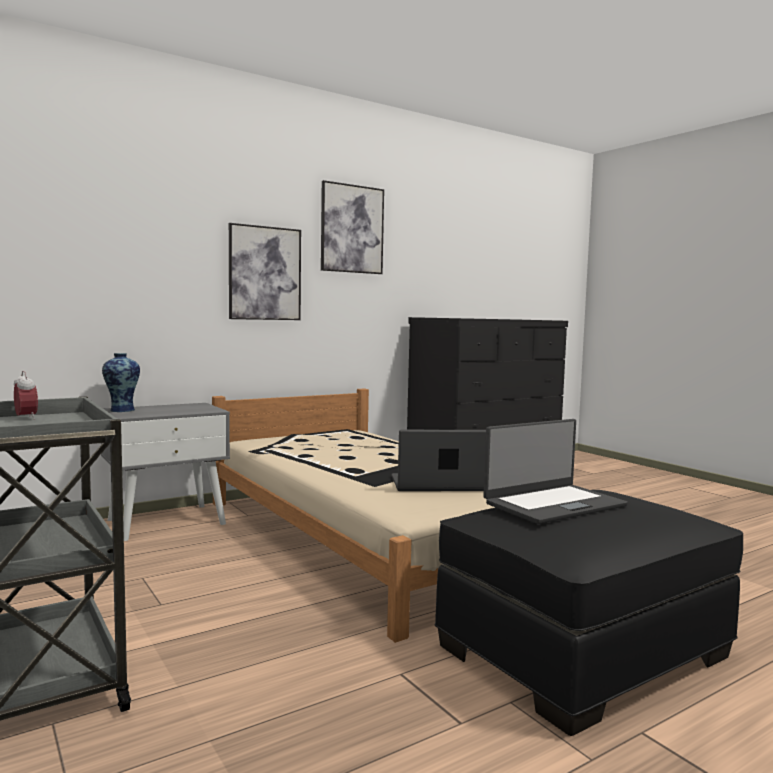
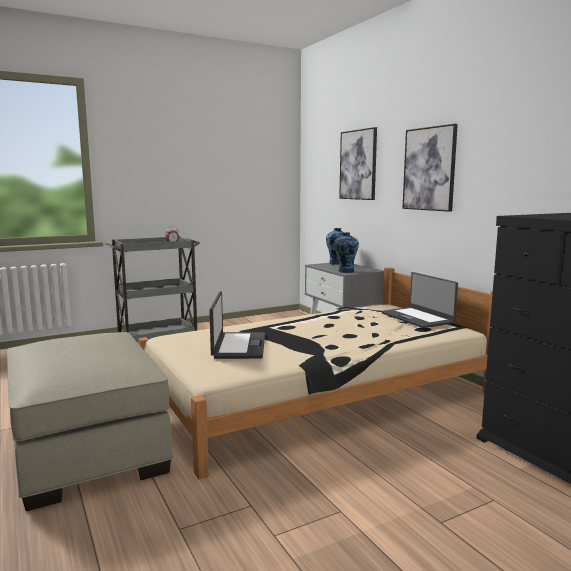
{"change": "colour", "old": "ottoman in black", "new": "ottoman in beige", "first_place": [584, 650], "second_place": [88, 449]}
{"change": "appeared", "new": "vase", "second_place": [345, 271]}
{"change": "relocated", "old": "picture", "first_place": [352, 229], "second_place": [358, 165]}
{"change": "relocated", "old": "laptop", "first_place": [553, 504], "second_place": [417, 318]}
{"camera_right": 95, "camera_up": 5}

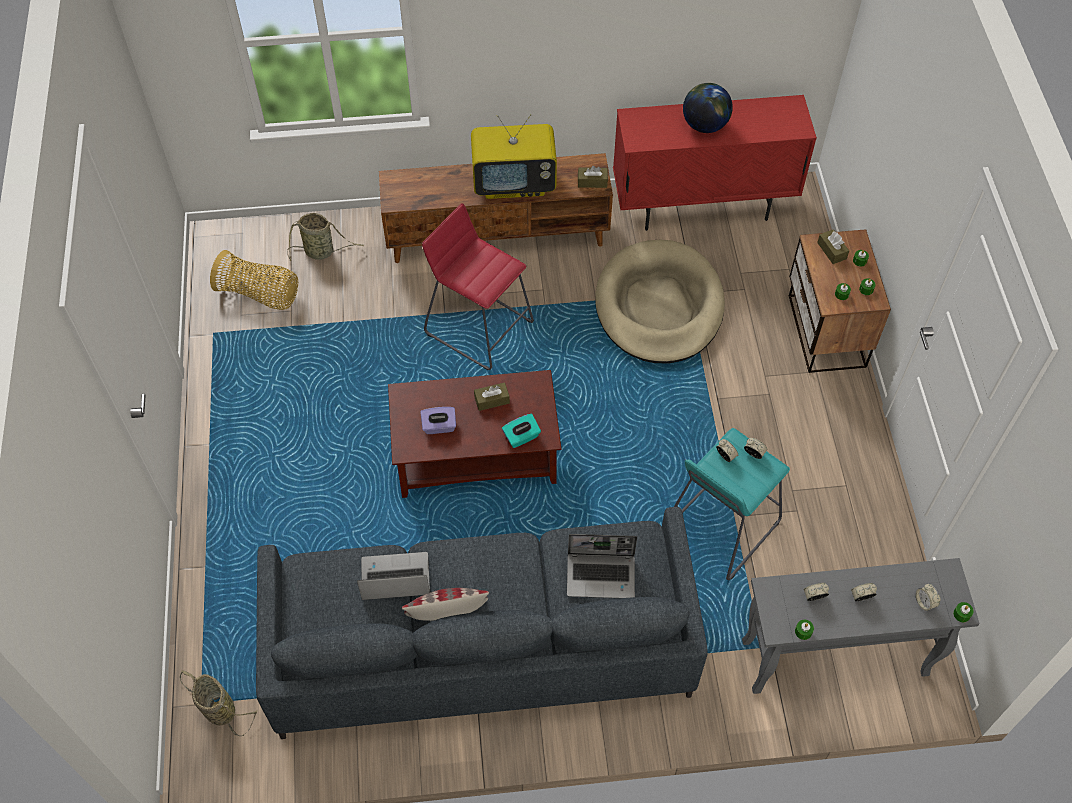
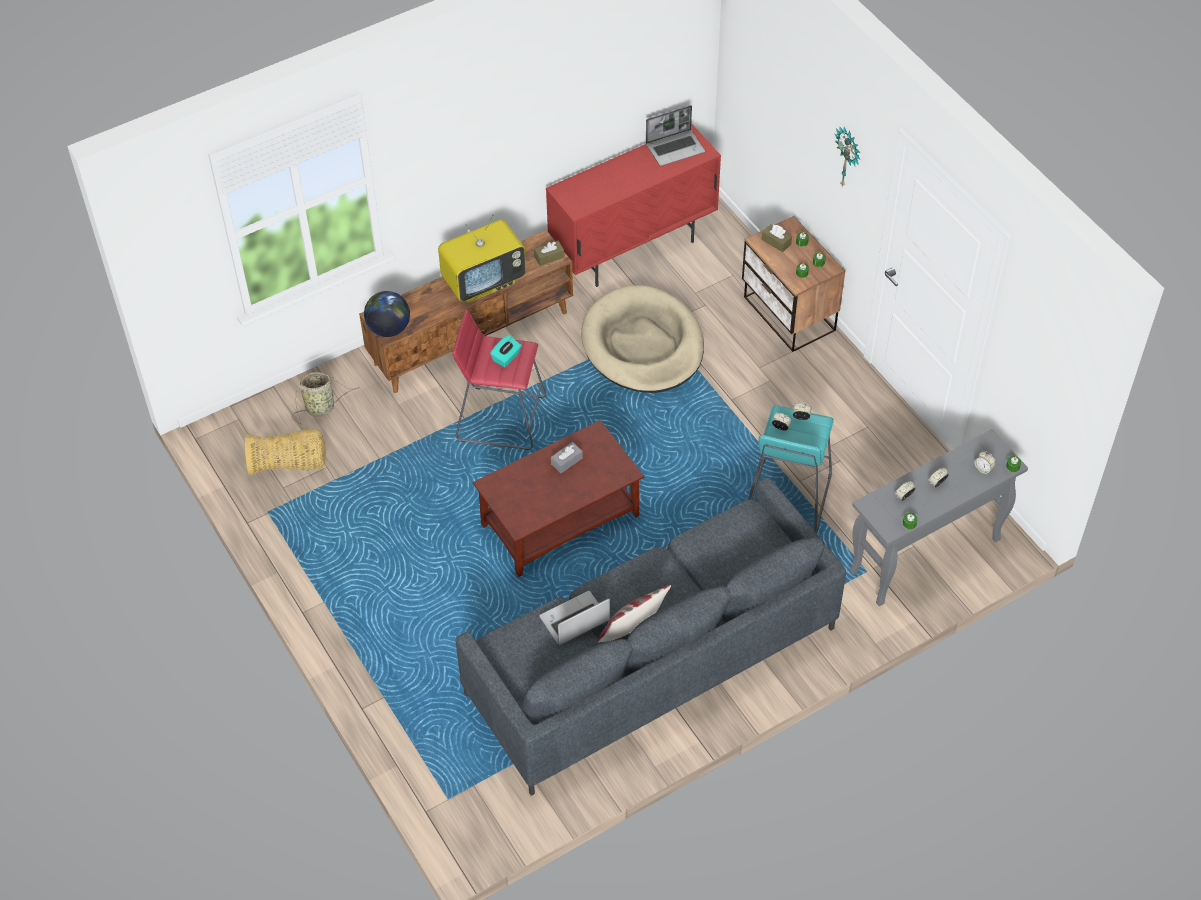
{"change": "relocated", "old": "globe", "first_place": [704, 125], "second_place": [389, 328]}
{"change": "relocated", "old": "tissue box in turquoise", "first_place": [521, 437], "second_place": [506, 357]}
{"change": "colour", "old": "tissue box in brown", "new": "tissue box in grey", "first_place": [492, 400], "second_place": [566, 461]}
{"change": "relocated", "old": "laptop", "first_place": [601, 575], "second_place": [675, 148]}
{"change": "appeared", "new": "wall clock", "second_place": [848, 158]}
{"change": "missing", "old": "basket", "first_place": [218, 708]}
{"change": "missing", "old": "tissue box in purple", "first_place": [439, 426]}
{"camera_right": -25, "camera_up": -5}

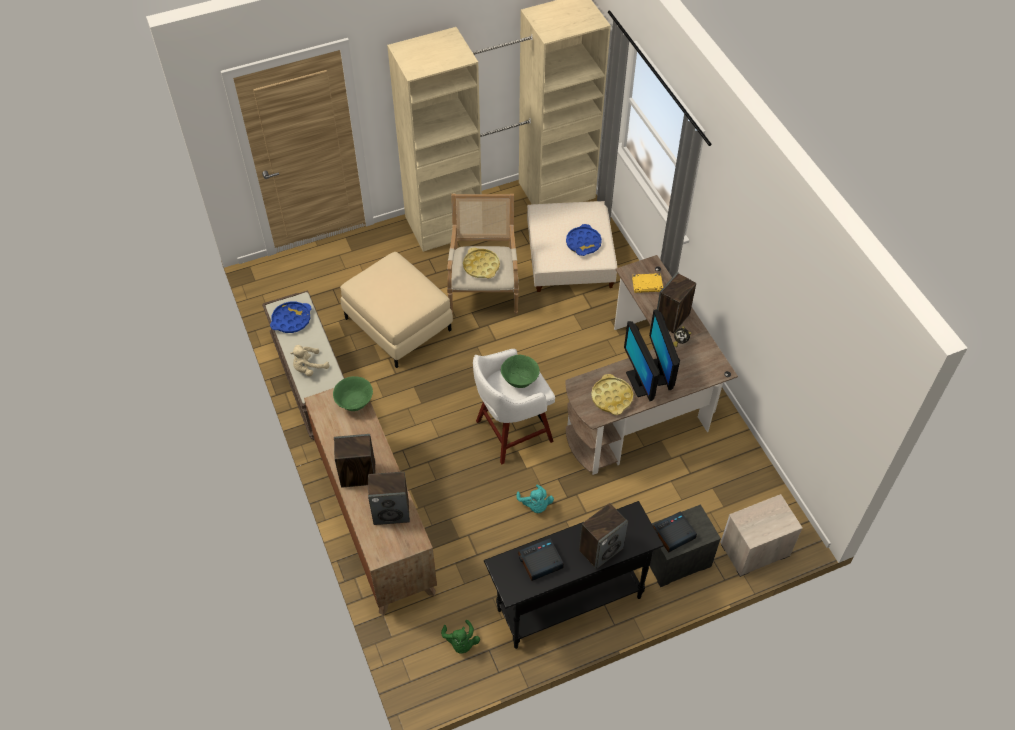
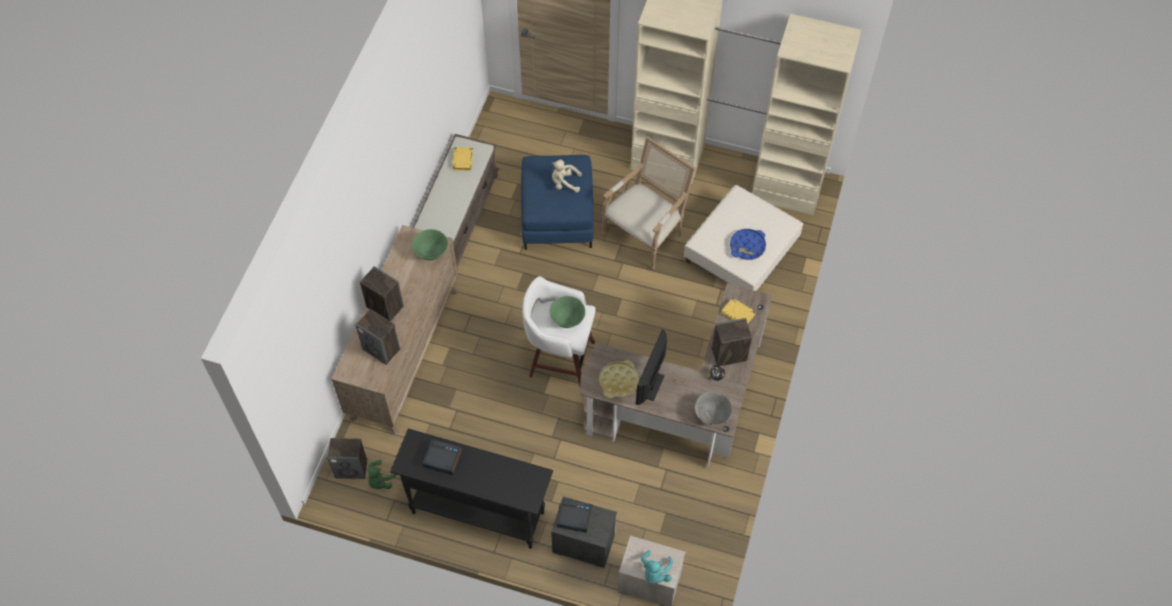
{"change": "relocated", "old": "speaker", "first_place": [601, 549], "second_place": [351, 468]}
{"change": "exchanged", "old": "tray in blue", "new": "book in yellow", "first_place": [291, 320], "second_place": [462, 160]}
{"change": "colour", "old": "ottoman in beige", "new": "ottoman in blue", "first_place": [398, 324], "second_place": [557, 216]}
{"change": "relocated", "old": "plush toy in beige", "first_place": [309, 368], "second_place": [564, 183]}
{"change": "relocated", "old": "plush toy in turquoise", "first_place": [535, 505], "second_place": [655, 573]}
{"change": "appeared", "new": "bowl in grey", "second_place": [712, 416]}
{"change": "missing", "old": "tray in yellow", "first_place": [481, 266]}
{"change": "missing", "old": "monitor", "first_place": [661, 371]}
{"camera_right": 40, "camera_up": 5}

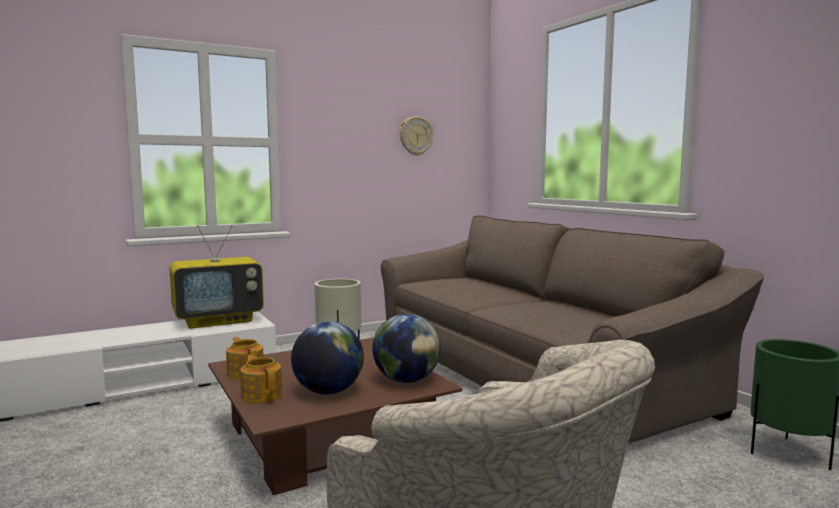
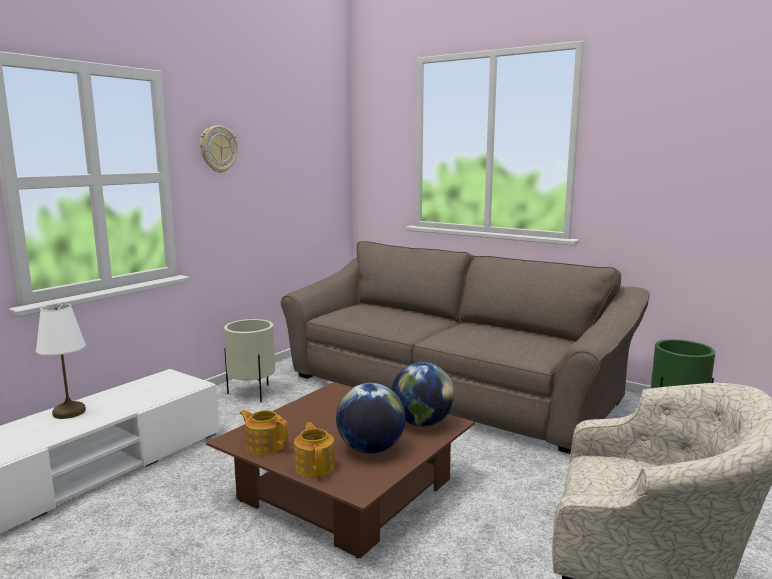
{"change": "appeared", "new": "table lamp in white", "second_place": [70, 412]}
{"change": "relocated", "old": "wall clock", "first_place": [415, 136], "second_place": [218, 149]}
{"change": "spun", "old": "teapot", "first_place": [262, 395], "second_place": [315, 466], "degrees": 45}
{"change": "missing", "old": "television", "first_place": [219, 320]}
{"camera_right": -25, "camera_up": 5}

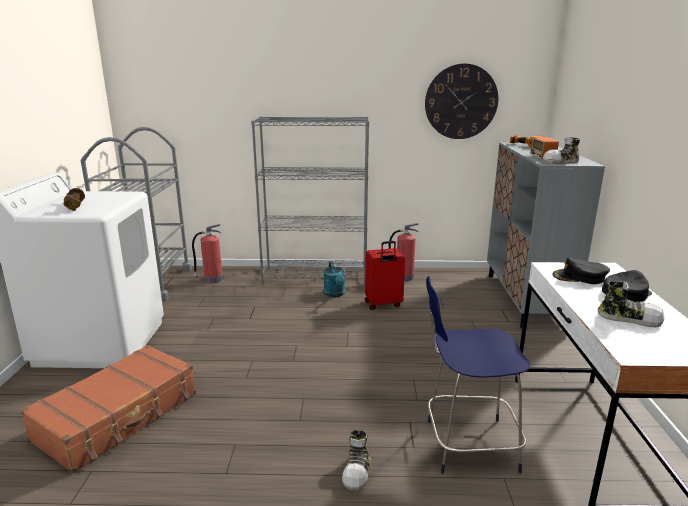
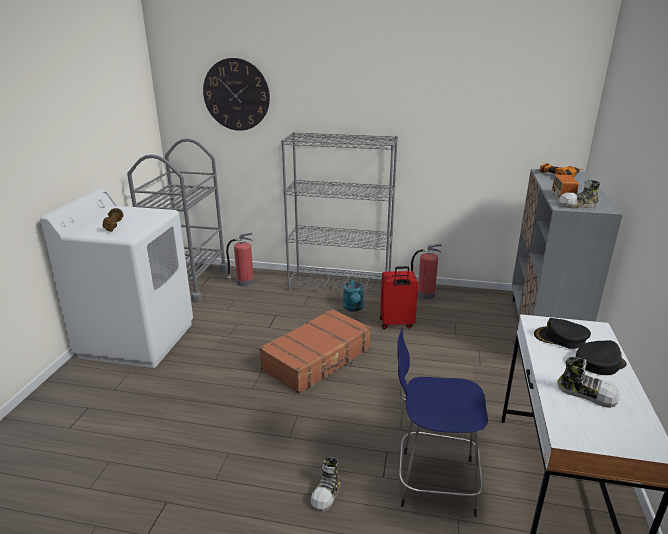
{"change": "relocated", "old": "wall clock", "first_place": [461, 102], "second_place": [236, 95]}
{"change": "relocated", "old": "suitcase in brown", "first_place": [119, 416], "second_place": [318, 359]}
{"camera_right": 10, "camera_up": 5}

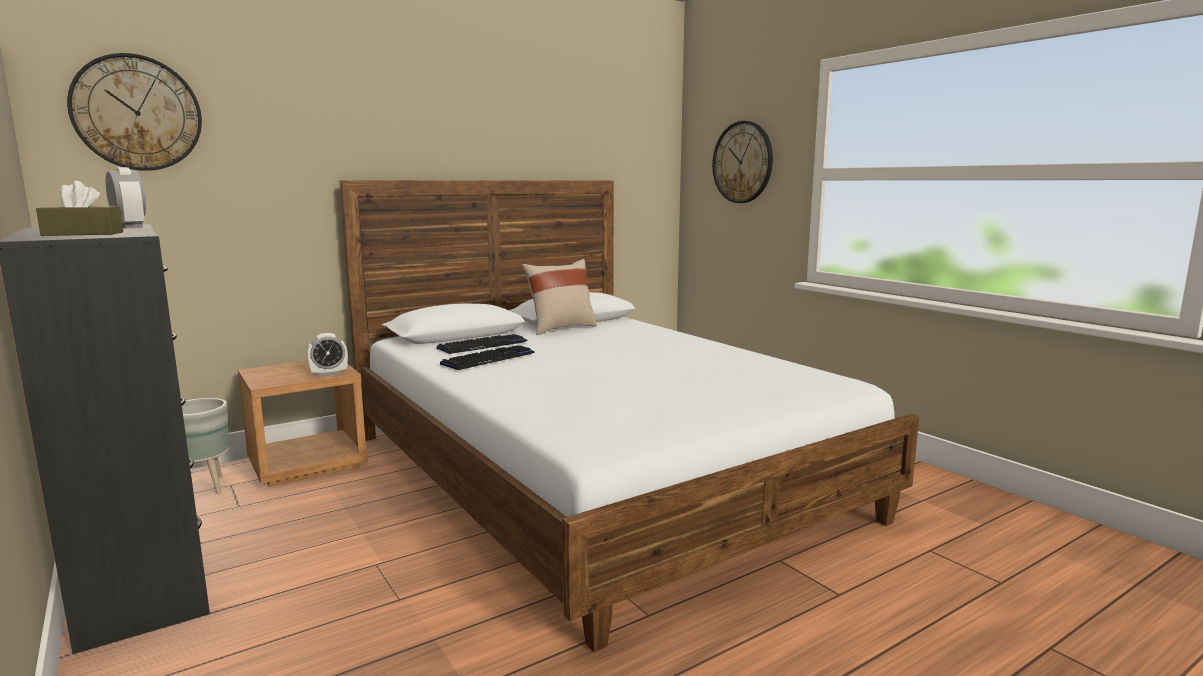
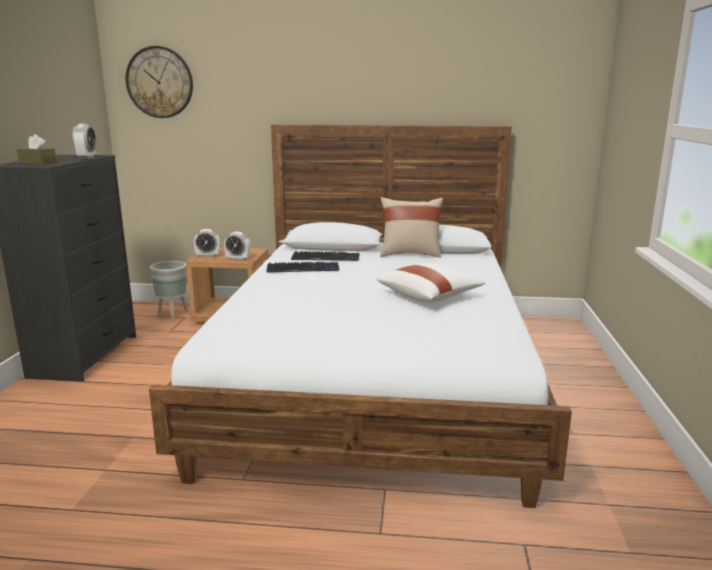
{"change": "appeared", "new": "alarm clock", "second_place": [208, 256]}
{"change": "appeared", "new": "pillow in white", "second_place": [429, 296]}
{"change": "missing", "old": "wall clock", "first_place": [742, 162]}
{"camera_right": 40, "camera_up": 5}

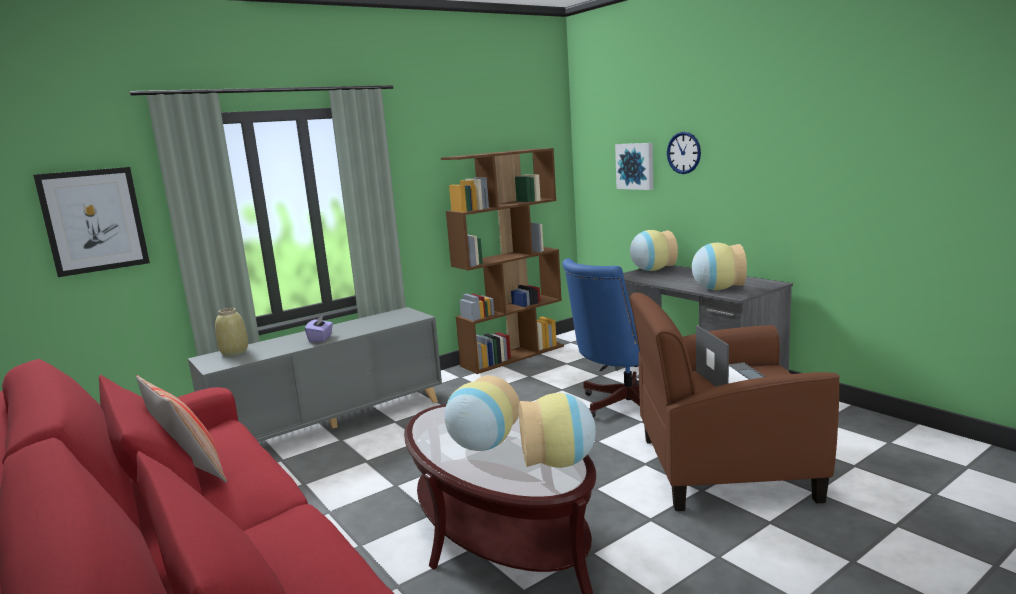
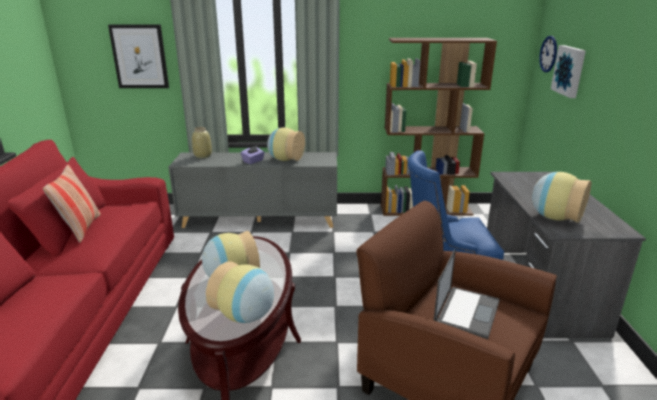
{"change": "relocated", "old": "vase", "first_place": [651, 270], "second_place": [285, 159]}
{"change": "relocated", "old": "wall clock", "first_place": [683, 152], "second_place": [548, 54]}
{"camera_right": 35, "camera_up": 10}

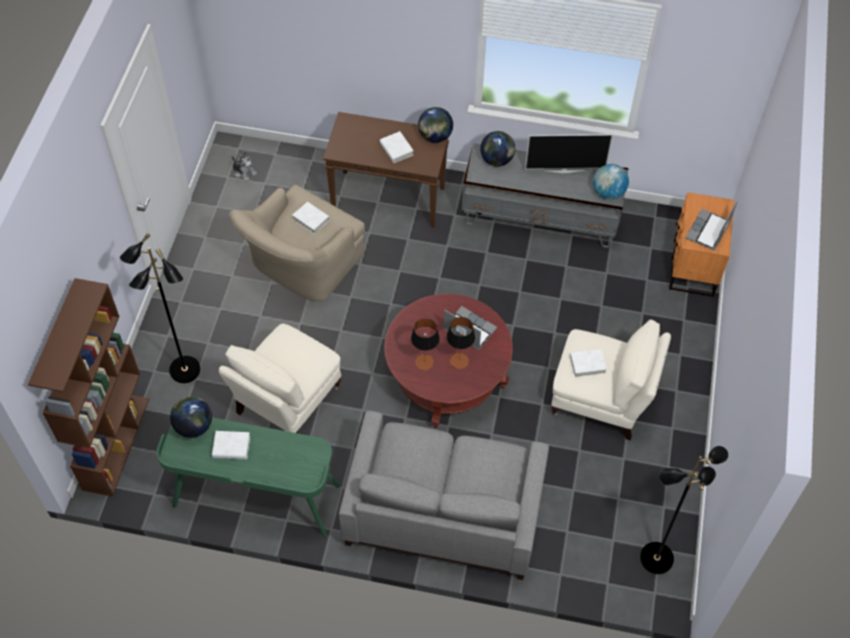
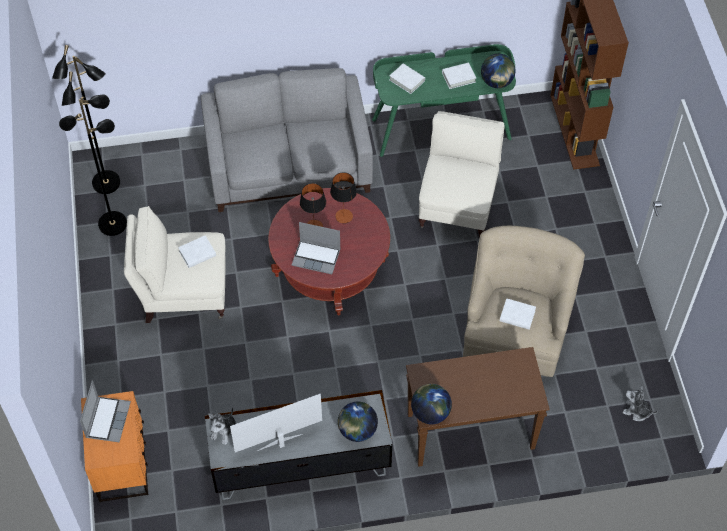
{"change": "relocated", "old": "floor lamp in black", "first_place": [184, 371], "second_place": [112, 223]}
{"change": "exchanged", "old": "globe", "new": "plush toy", "first_place": [608, 193], "second_place": [224, 430]}
{"change": "relocated", "old": "book in white", "first_place": [396, 149], "second_place": [407, 80]}
{"camera_right": 160, "camera_up": 0}

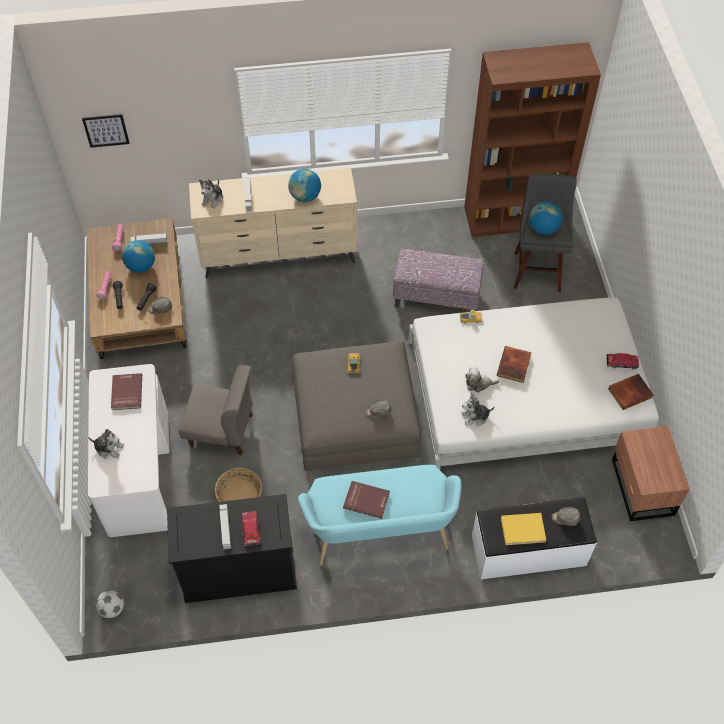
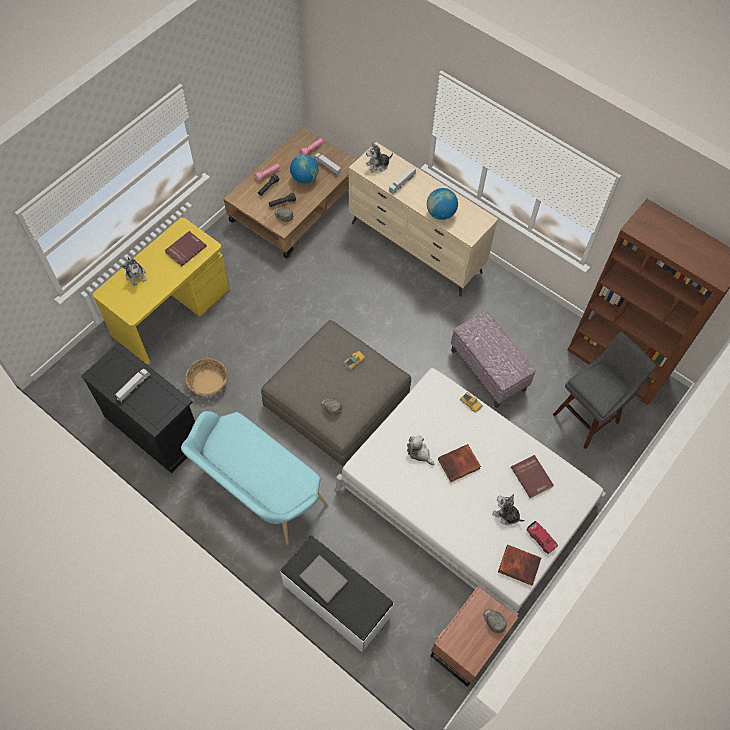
{"change": "colour", "old": "desk in white", "new": "desk in yellow", "first_place": [138, 471], "second_place": [171, 311]}
{"change": "colour", "old": "book in yellow", "new": "book in grey", "first_place": [523, 530], "second_place": [323, 580]}
{"change": "relocated", "old": "cap in grey", "first_place": [565, 518], "second_place": [493, 621]}
{"change": "relocated", "old": "plush toy", "first_place": [475, 417], "second_place": [506, 514]}
{"change": "relocated", "old": "book in red", "first_place": [366, 500], "second_place": [532, 476]}
{"change": "missing", "old": "picture", "first_place": [106, 130]}
{"change": "missing", "old": "football", "first_place": [112, 609]}
{"change": "missing", "old": "chair in grey", "first_place": [221, 430]}
{"change": "missing", "old": "toy car", "first_place": [251, 531]}
{"change": "missing", "old": "globe", "first_place": [543, 228]}
{"camera_right": 45, "camera_up": 5}

